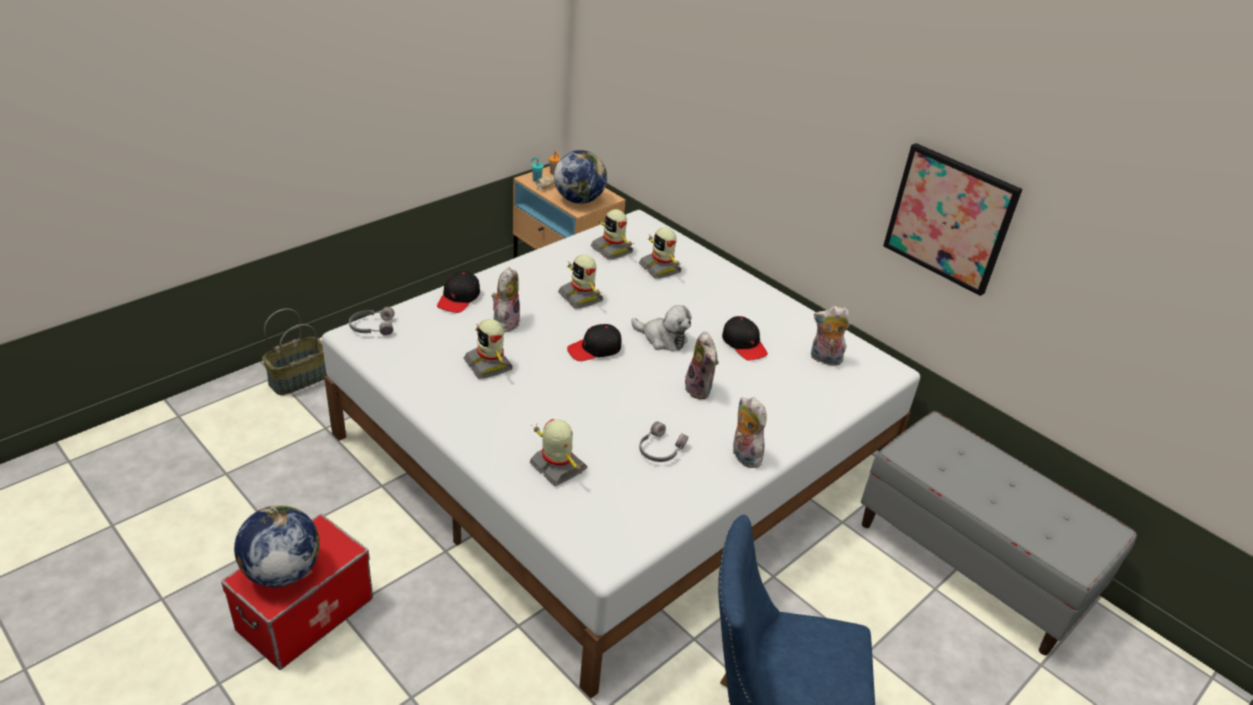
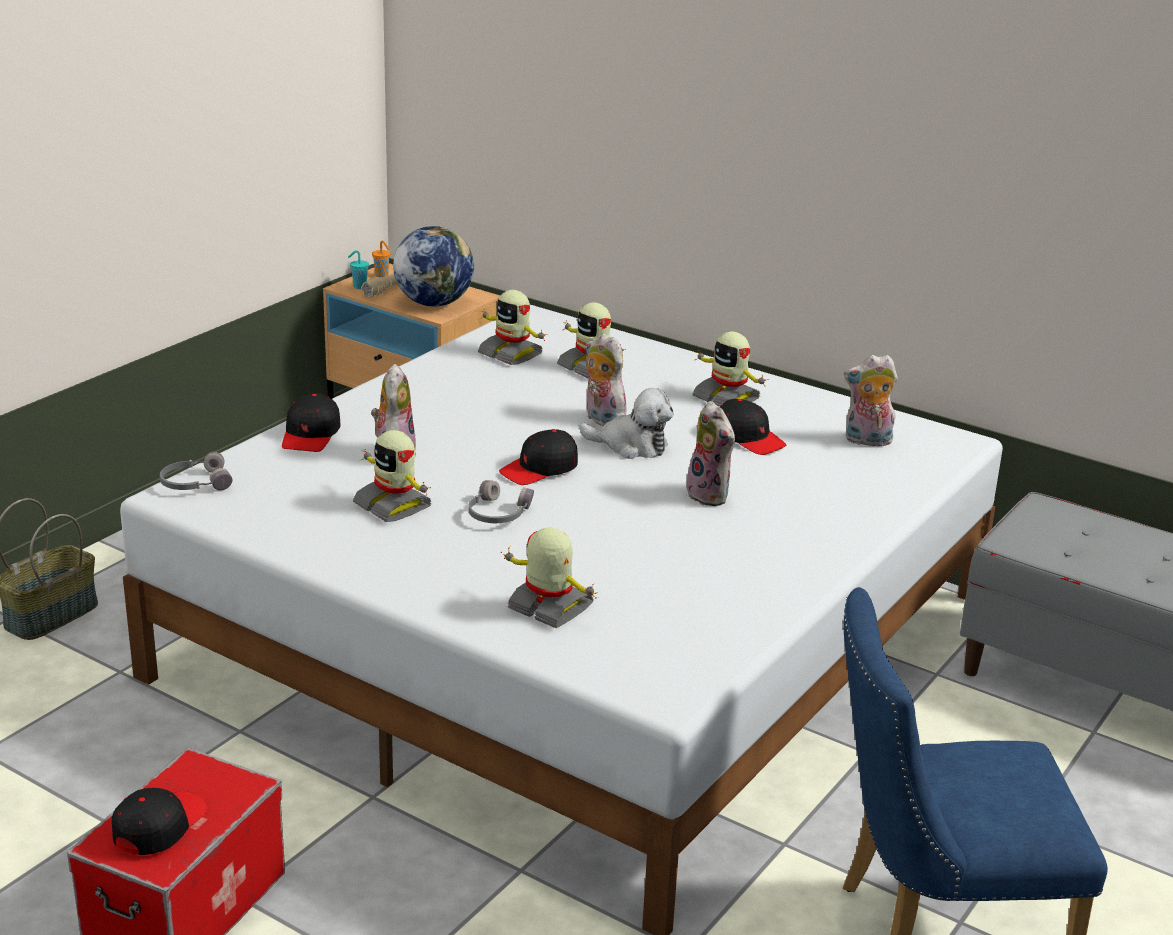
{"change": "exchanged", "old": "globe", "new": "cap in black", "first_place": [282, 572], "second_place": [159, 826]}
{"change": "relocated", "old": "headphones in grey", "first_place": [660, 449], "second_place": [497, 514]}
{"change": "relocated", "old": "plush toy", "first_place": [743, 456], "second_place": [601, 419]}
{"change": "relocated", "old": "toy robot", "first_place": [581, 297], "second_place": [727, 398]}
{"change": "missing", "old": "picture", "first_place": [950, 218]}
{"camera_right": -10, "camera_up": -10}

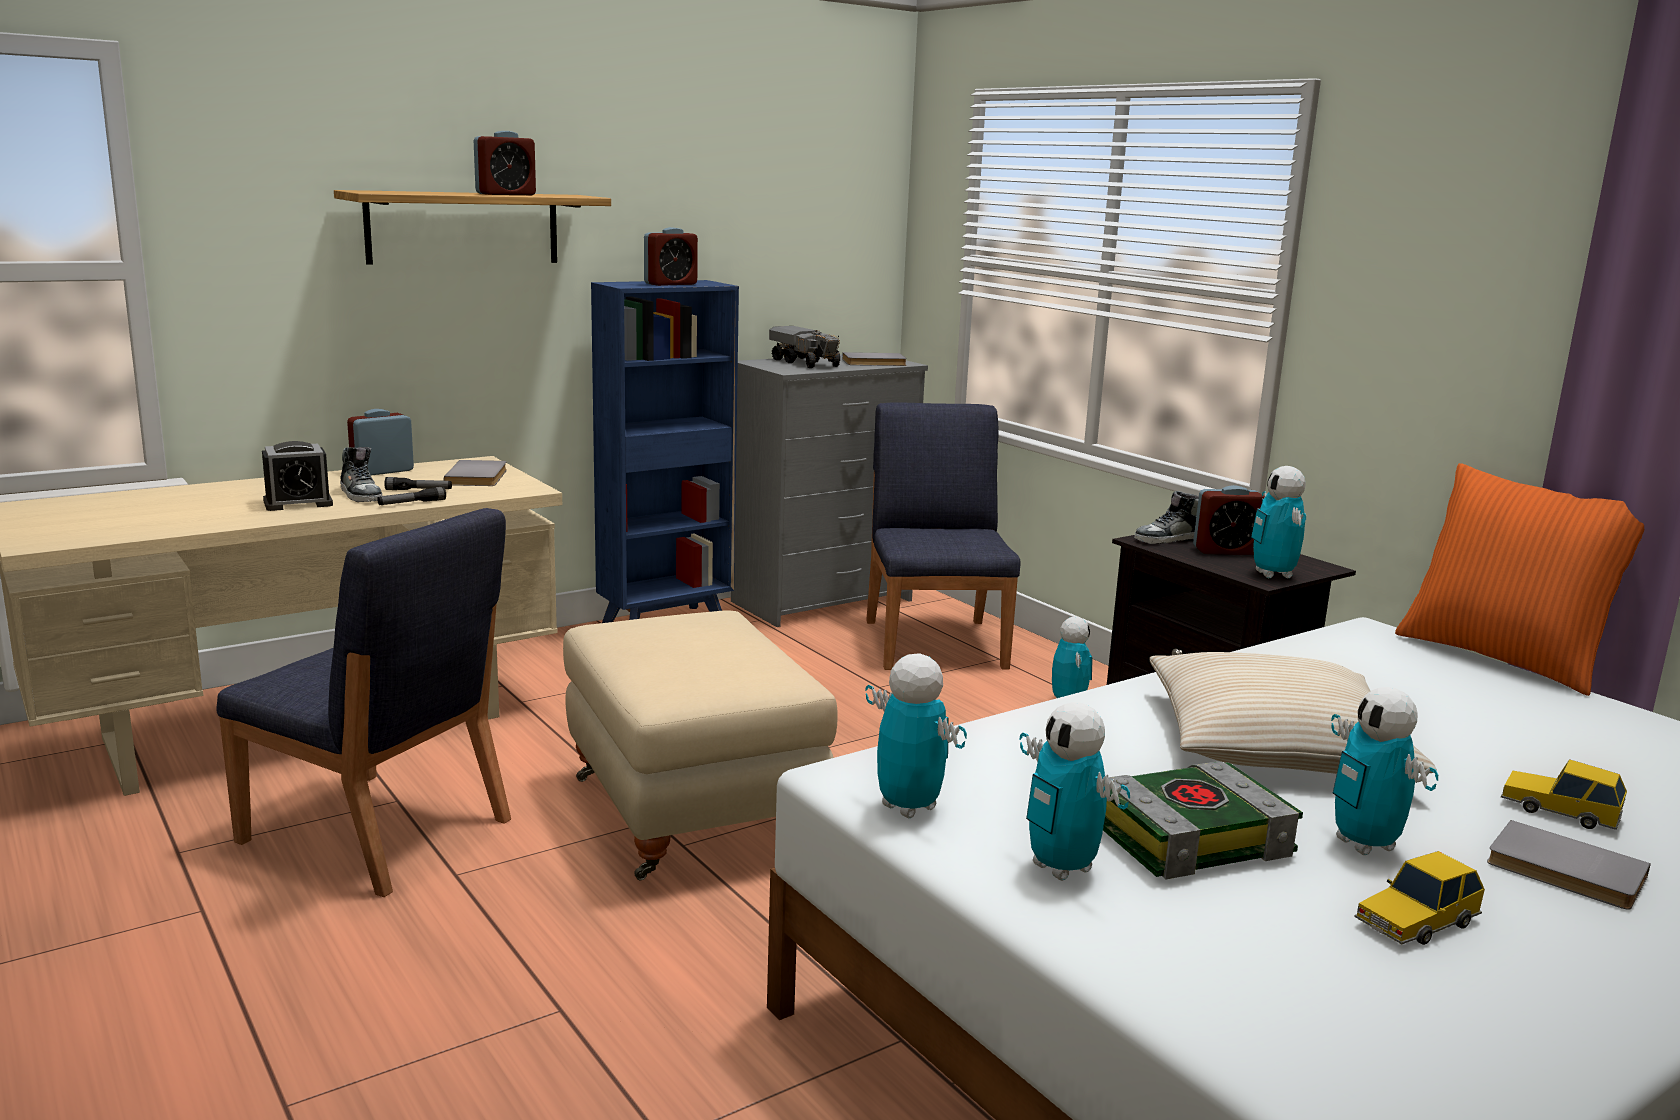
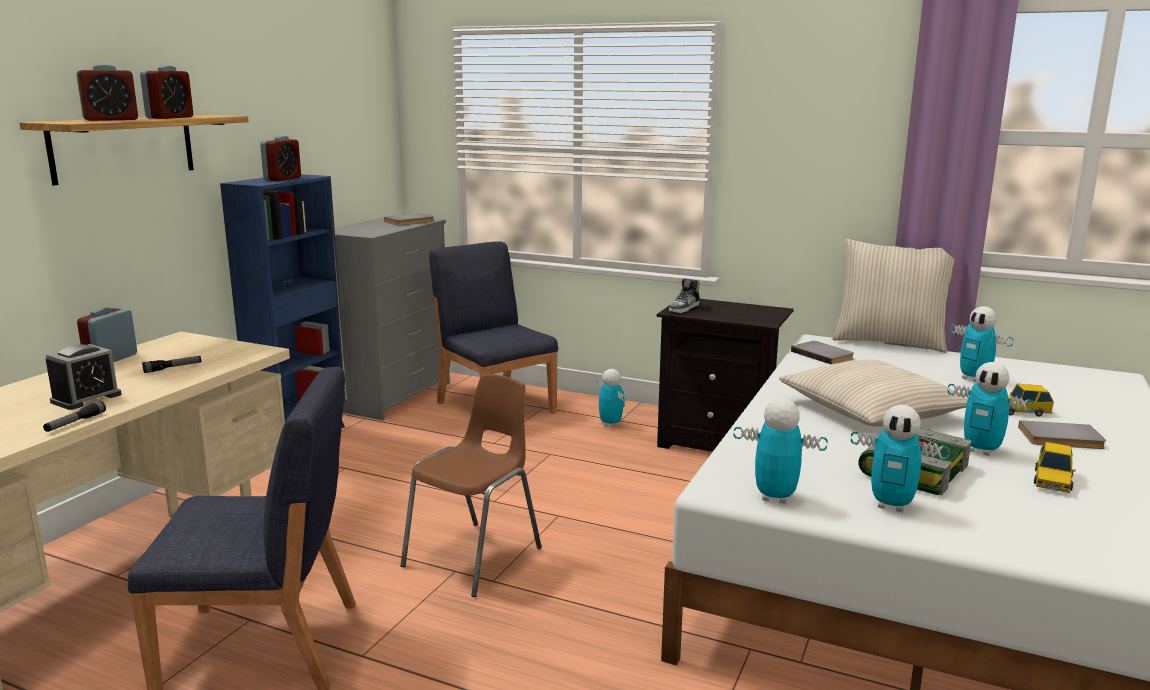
{"change": "relocated", "old": "flashlight", "first_place": [412, 503], "second_place": [75, 423]}
{"change": "relocated", "old": "alarm clock", "first_place": [1226, 551], "second_place": [111, 119]}
{"change": "exchanged", "old": "ottoman in beige", "new": "chair in brown", "first_place": [694, 812], "second_place": [475, 557]}
{"change": "relocated", "old": "book in grey", "first_place": [479, 477], "second_place": [823, 355]}
{"change": "colour", "old": "pillow in orange", "new": "pillow in beige", "first_place": [1503, 658], "second_place": [889, 342]}
{"change": "relocated", "old": "toy robot", "first_place": [1273, 574], "second_place": [974, 379]}
{"change": "missing", "old": "shoe", "first_place": [361, 495]}
{"change": "missing", "old": "toy truck", "first_place": [806, 363]}
{"camera_right": -30, "camera_up": 0}

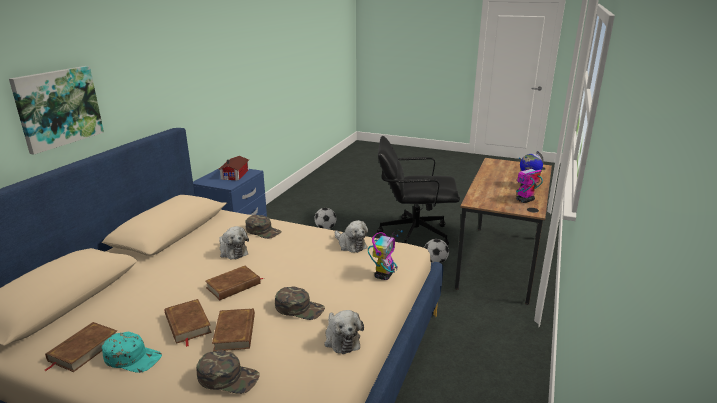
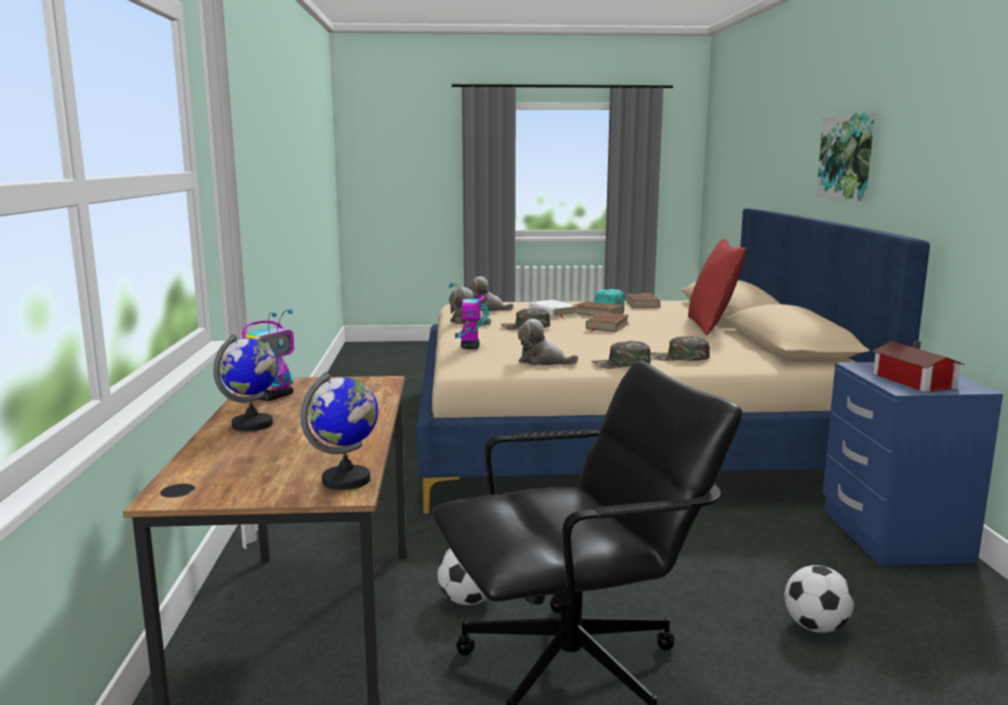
{"change": "appeared", "new": "globe", "second_place": [347, 480]}
{"change": "relocated", "old": "plush toy", "first_place": [232, 251], "second_place": [487, 309]}
{"change": "colour", "old": "book in brown", "new": "book in white", "first_place": [235, 332], "second_place": [552, 312]}
{"change": "relocated", "old": "cap in green", "first_place": [228, 377], "second_place": [621, 363]}
{"change": "appeared", "new": "pillow in red", "second_place": [712, 326]}
{"camera_right": 155, "camera_up": -10}

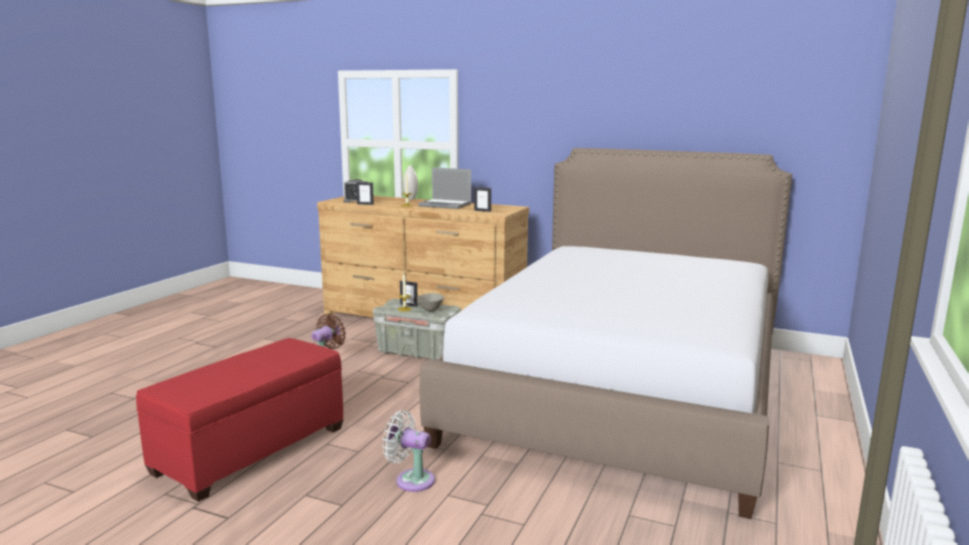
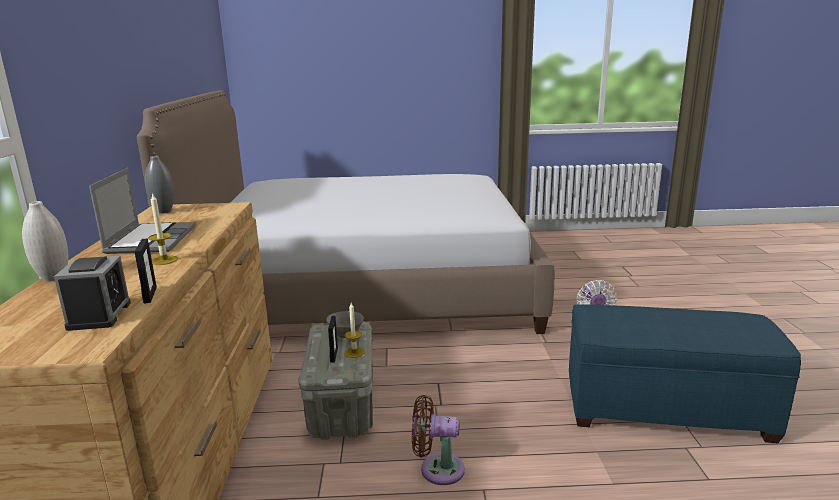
{"change": "appeared", "new": "vase in grey", "second_place": [163, 212]}
{"change": "colour", "old": "ottoman in red", "new": "ottoman in blue", "first_place": [251, 449], "second_place": [664, 409]}
{"change": "missing", "old": "picture frame", "first_place": [482, 211]}
{"camera_right": -115, "camera_up": 5}

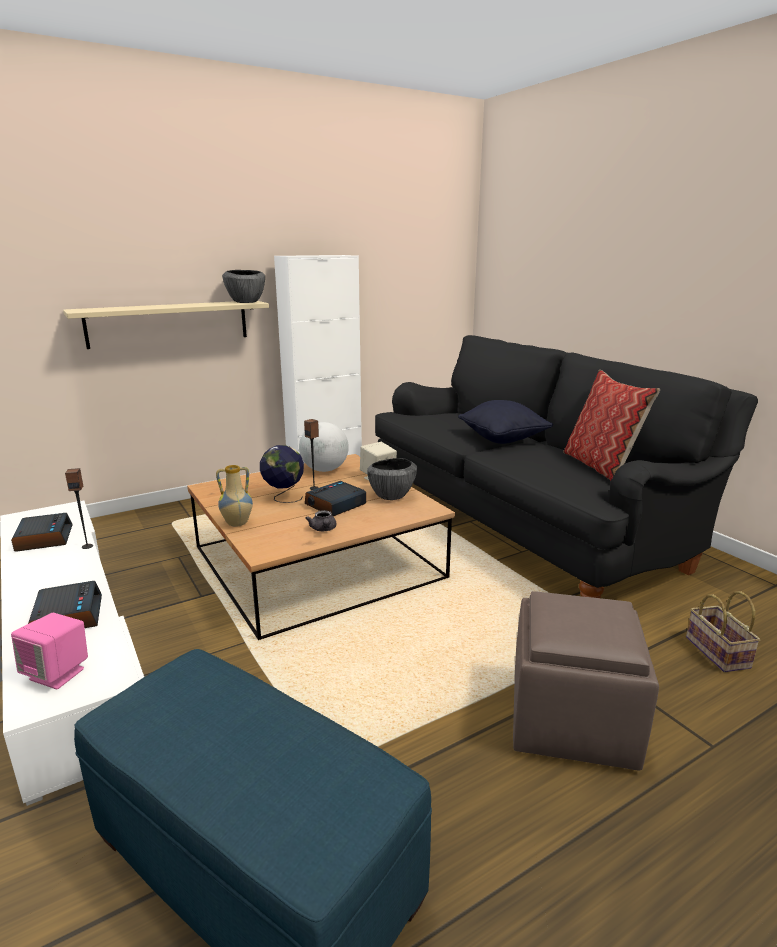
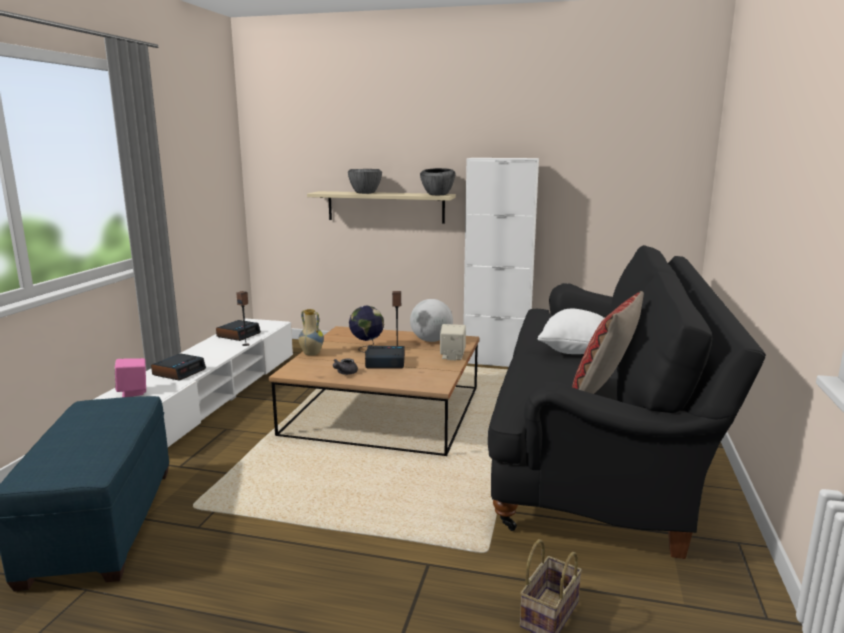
{"change": "relocated", "old": "bowl", "first_place": [391, 496], "second_place": [365, 193]}
{"change": "colour", "old": "pillow in black", "new": "pillow in white", "first_place": [503, 439], "second_place": [577, 351]}
{"change": "missing", "old": "ottoman in brown", "first_place": [573, 721]}
{"camera_right": 45, "camera_up": -5}

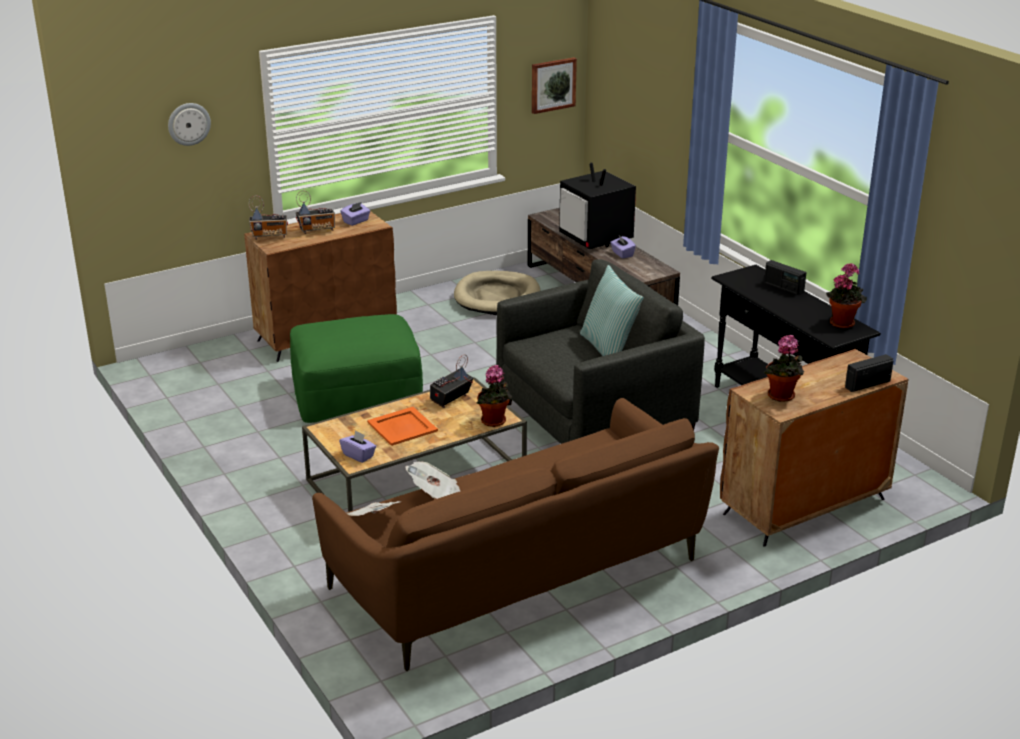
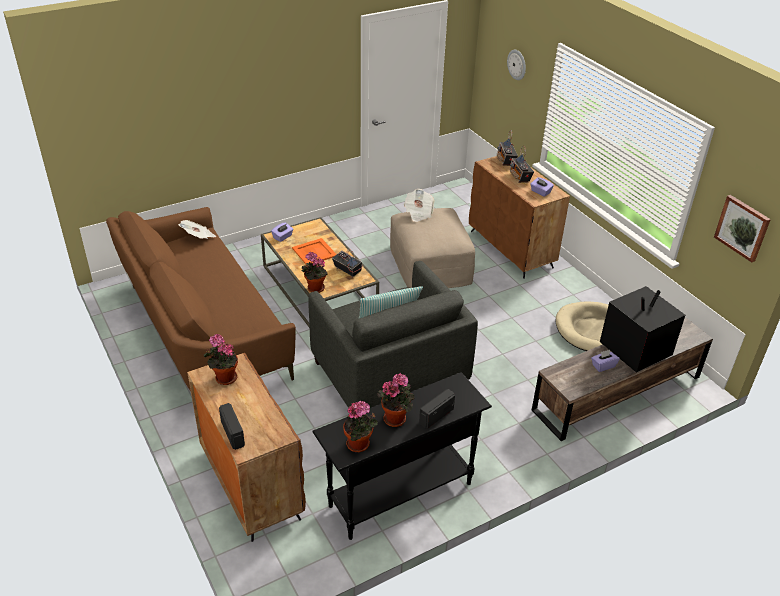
{"change": "appeared", "new": "potted plant", "second_place": [396, 418]}
{"change": "colour", "old": "ottoman in green", "new": "ottoman in beige", "first_place": [357, 392], "second_place": [430, 264]}
{"change": "relocated", "old": "newspaper", "first_place": [437, 495], "second_place": [418, 213]}
{"camera_right": 90, "camera_up": 10}

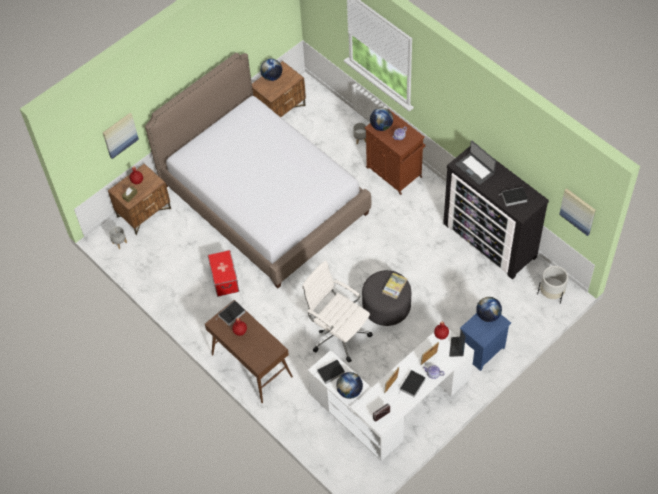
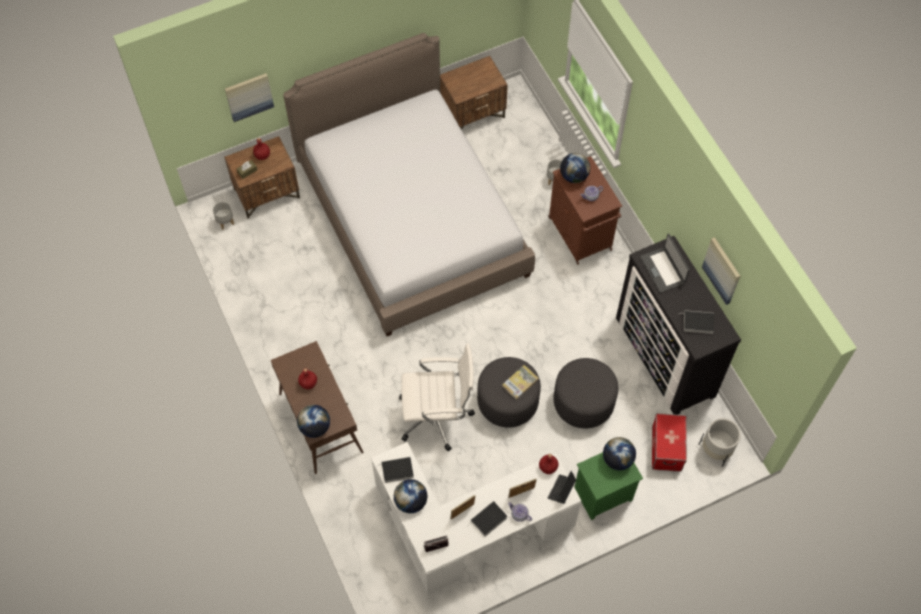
{"change": "relocated", "old": "globe", "first_place": [272, 77], "second_place": [315, 427]}
{"change": "spun", "old": "office chair in white", "first_place": [338, 333], "second_place": [437, 416], "degrees": 120}
{"change": "appeared", "new": "ottoman in grey", "second_place": [583, 402]}
{"change": "colour", "old": "nightstand in blue", "new": "nightstand in green", "first_place": [482, 351], "second_place": [602, 495]}
{"change": "relocated", "old": "storage box", "first_place": [224, 279], "second_place": [666, 448]}
{"change": "relocated", "old": "picture", "first_place": [578, 211], "second_place": [722, 270]}
{"change": "missing", "old": "book", "first_place": [231, 314]}
{"camera_right": 15, "camera_up": 5}

